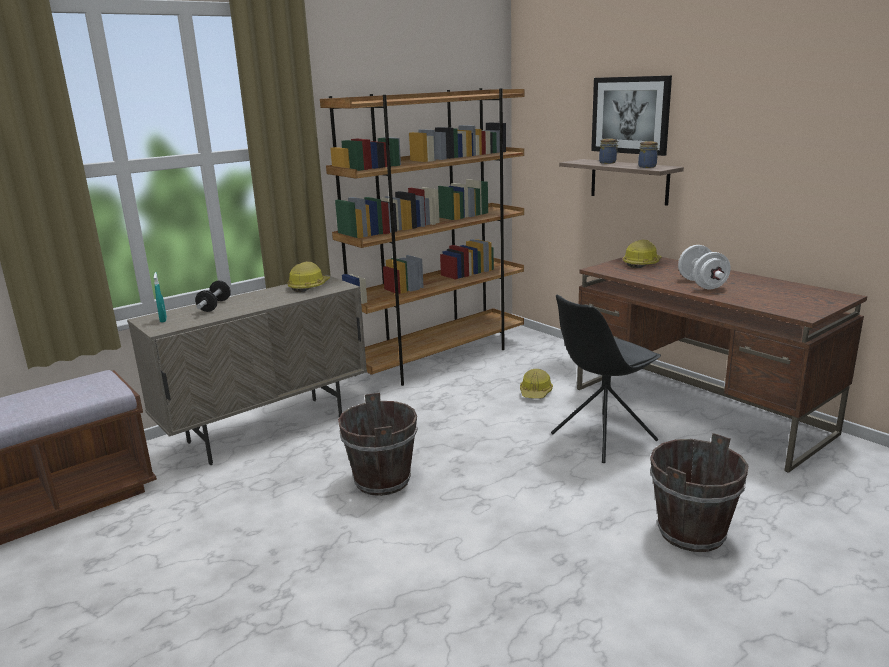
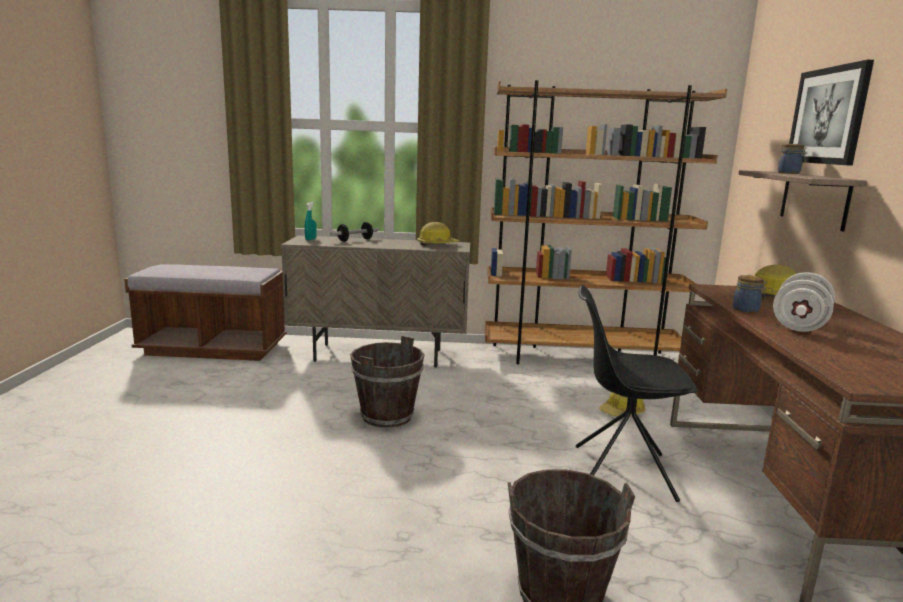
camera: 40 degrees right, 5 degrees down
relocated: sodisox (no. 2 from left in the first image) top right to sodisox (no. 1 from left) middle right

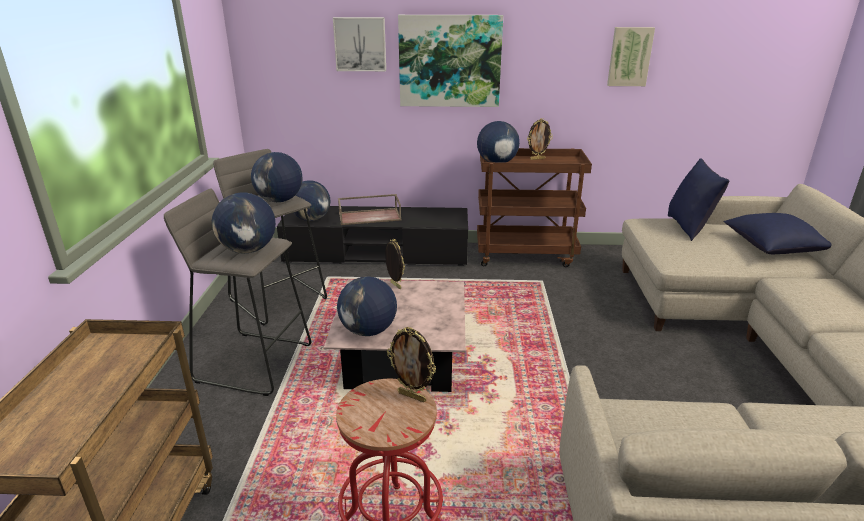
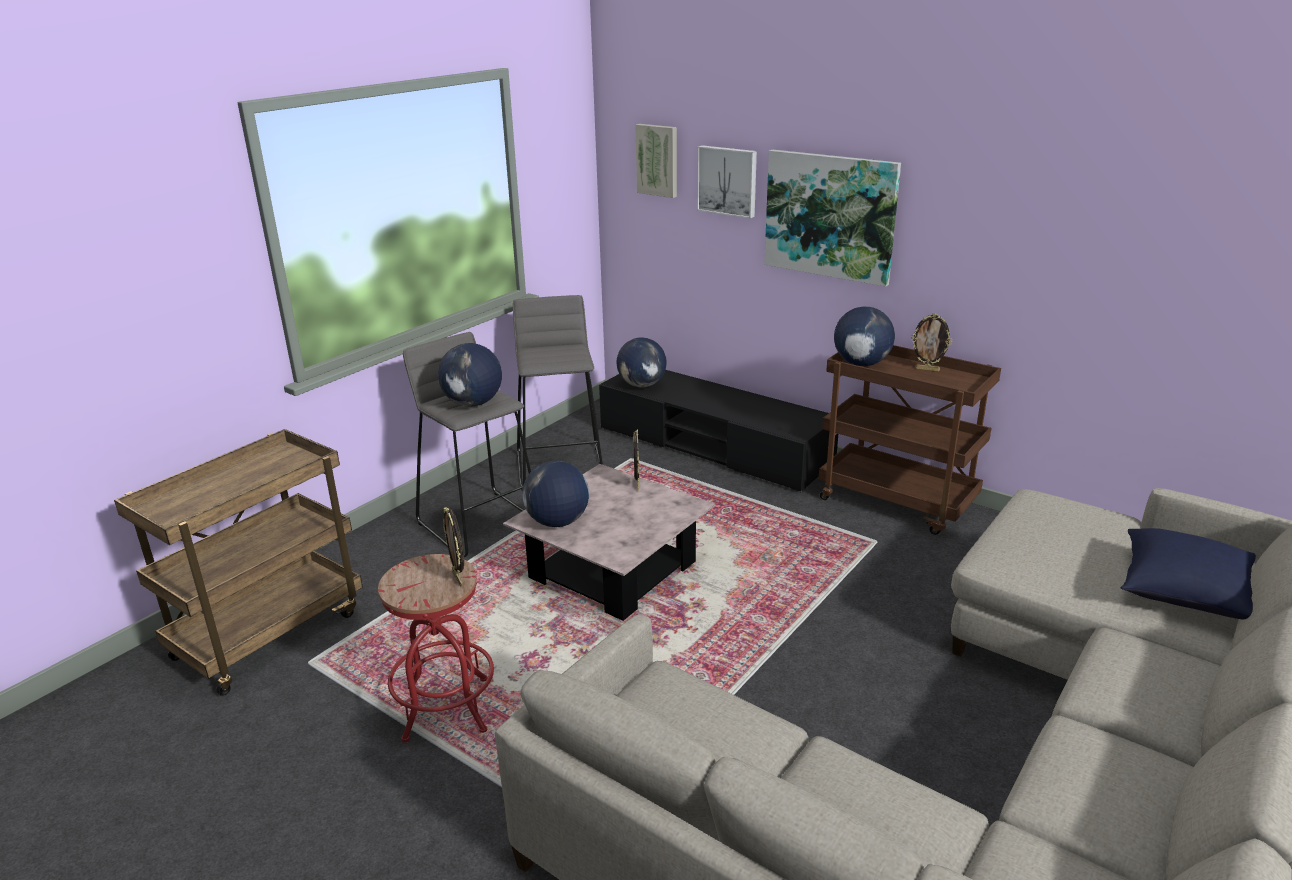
camera: 35 degrees right, 0 degrees up
missing: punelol (no. 2 from left) middle left; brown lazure centre; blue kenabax (no. 1 from left) middle right
relocated: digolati (no. 3 from left in the first image) top right to digolati (no. 1 from left) top centre

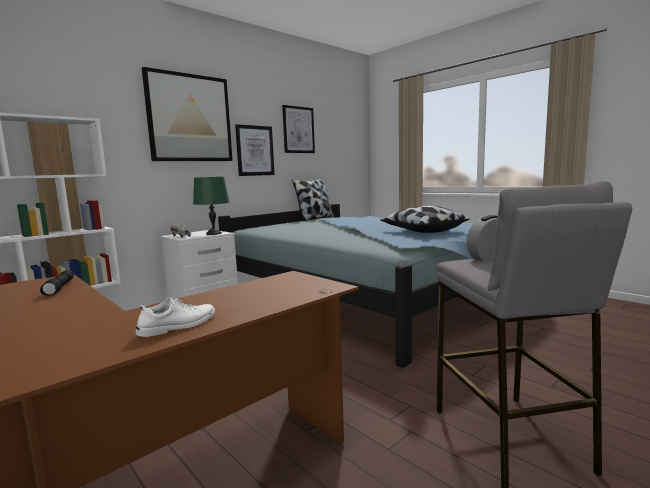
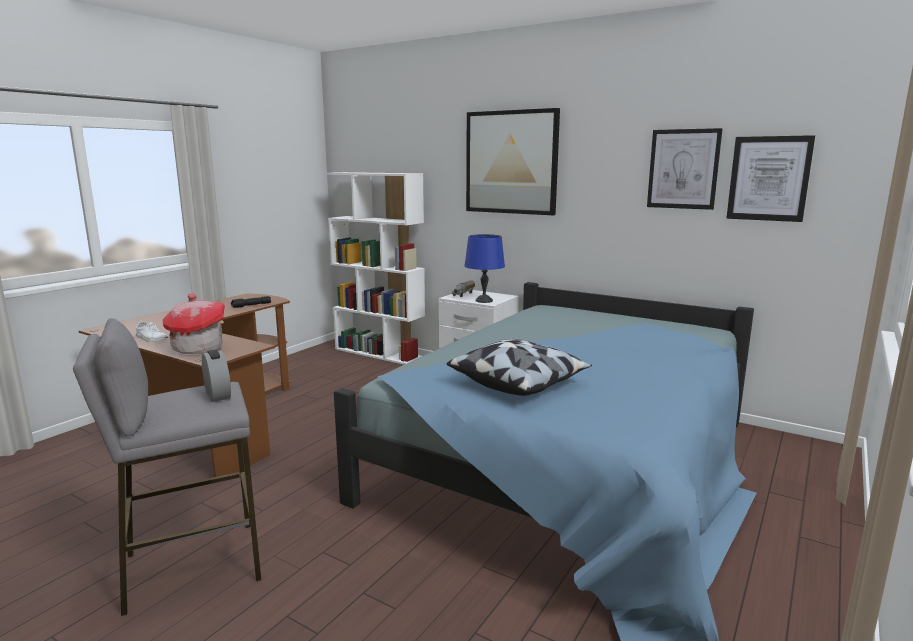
camera: 75 degrees right, 5 degrees up
missing: kenabax (no. 1 from left) centre
appeared: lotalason middle left
relocated: digolati (no. 2 from left in the first image) top centre to digolati (no. 3 from left) top right
colour: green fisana middle left to blue fisana centre

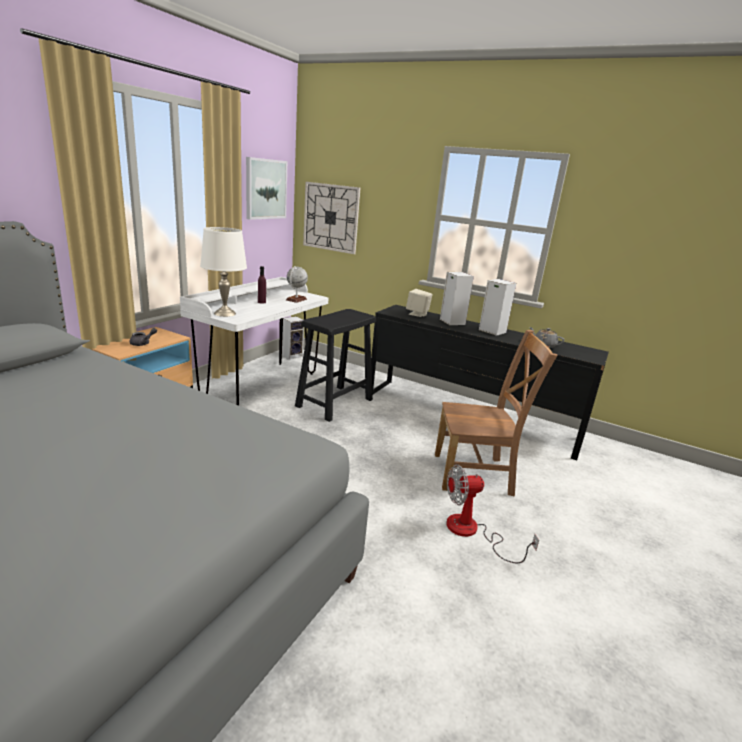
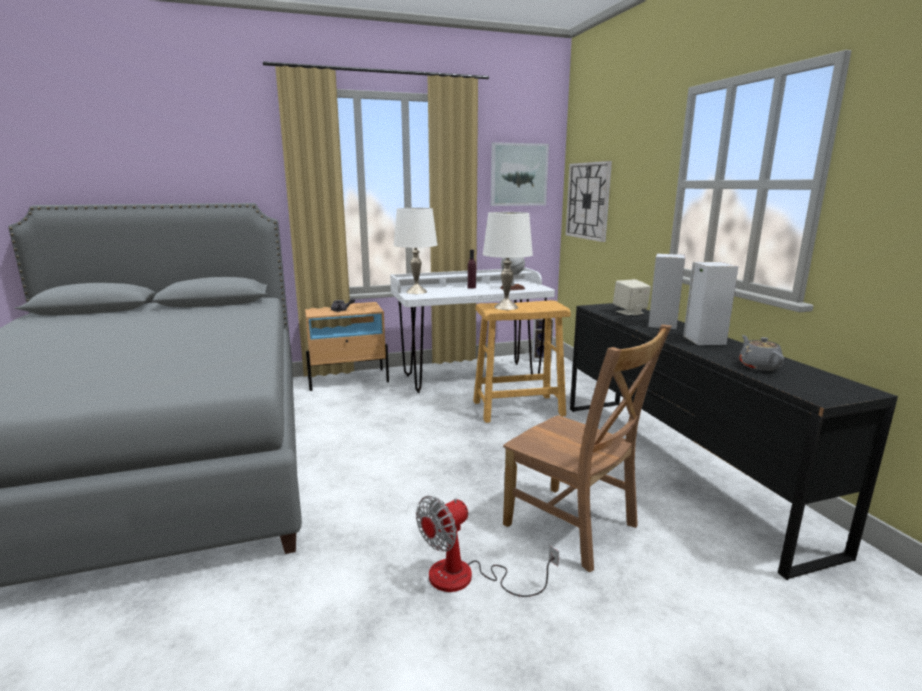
camera: 45 degrees right, 5 degrees down
appeared: white fisana (no. 2 from left) centre
colour: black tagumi centre to beige tagumi centre
spun: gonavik bottom centre = bottom centre 75 degrees counterclockwise

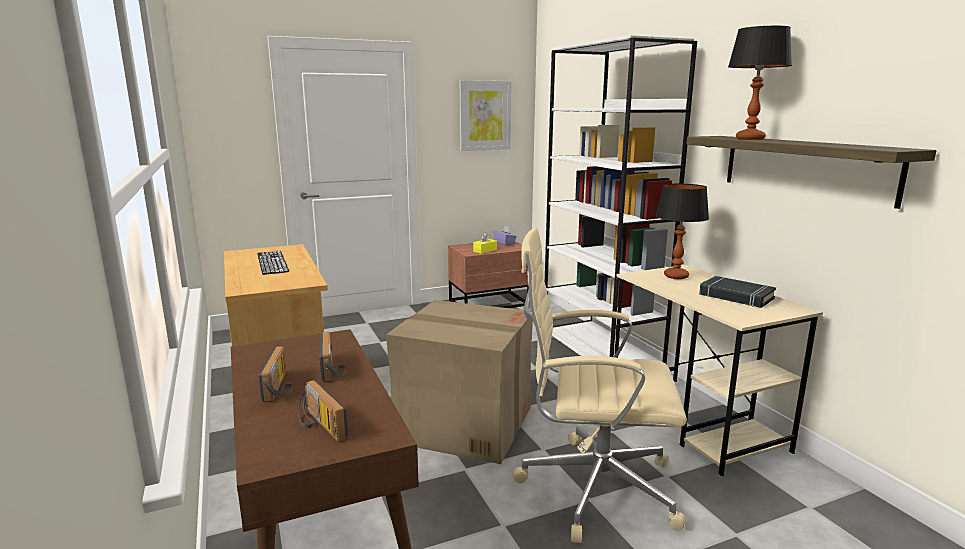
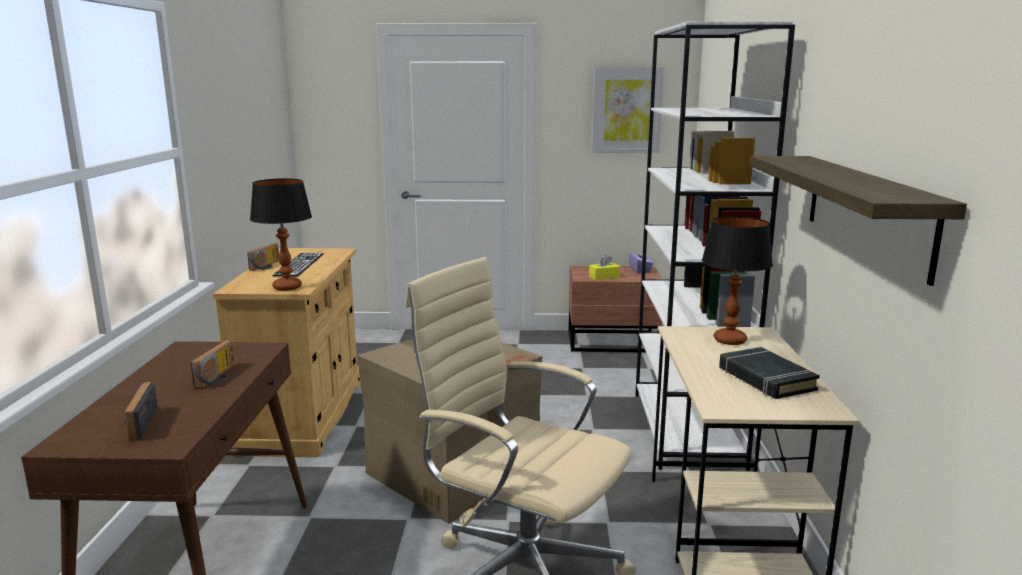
camera: 25 degrees right, 0 degrees up
relocated: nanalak (no. 1 from left in the first image) bottom left to nanalak (no. 3 from left) middle left; fisana (no. 2 from left in the first image) top right to fisana (no. 1 from left) middle left

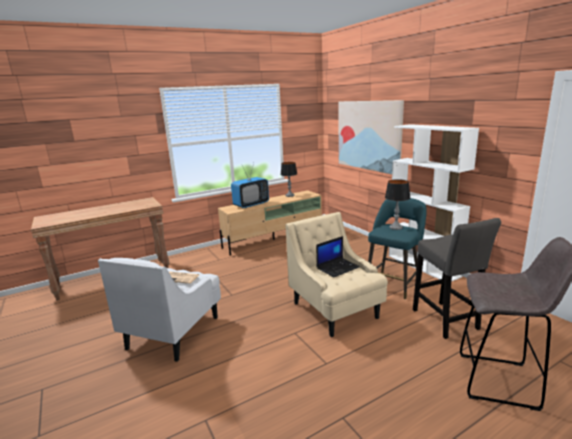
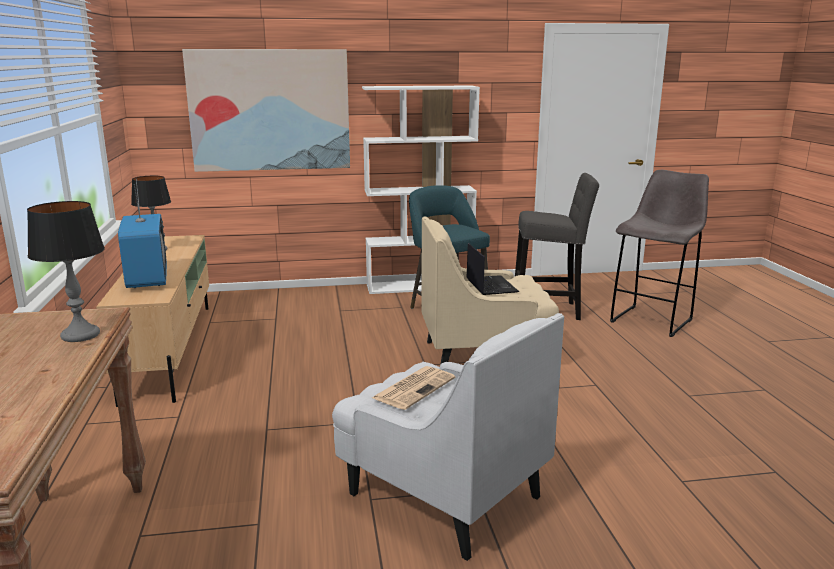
camera: 70 degrees left, 0 degrees up
relocated: fisana (no. 2 from left in the first image) middle right to fisana (no. 1 from left) middle left

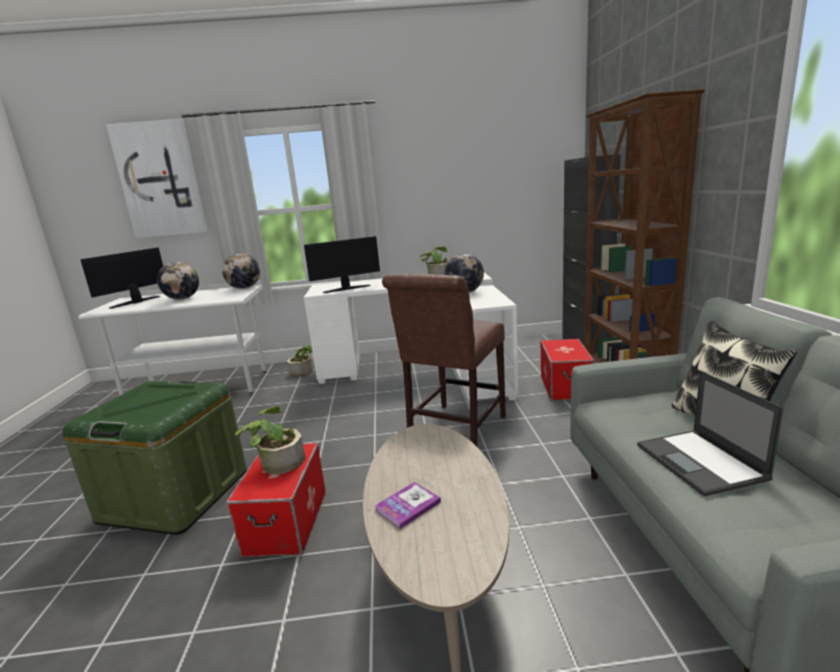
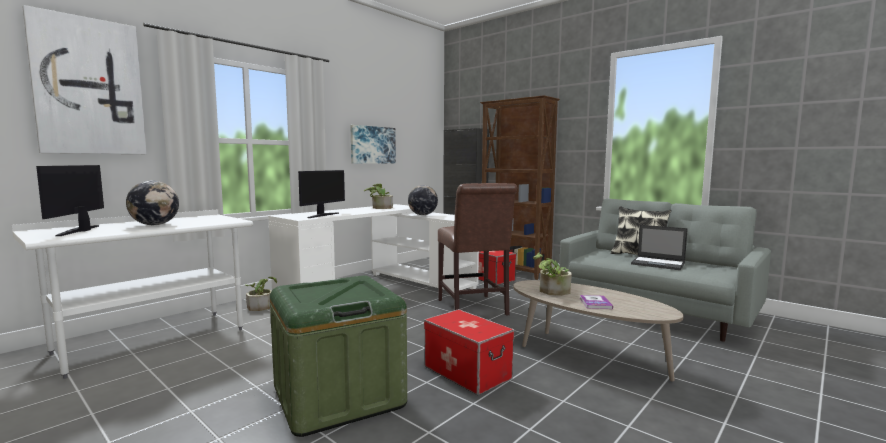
camera: 45 degrees left, 10 degrees down
missing: punelol (no. 2 from left) middle left
appeared: digolati (no. 2 from left) top centre
relocated: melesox (no. 1 from left in the first image) middle left to melesox (no. 3 from left) centre

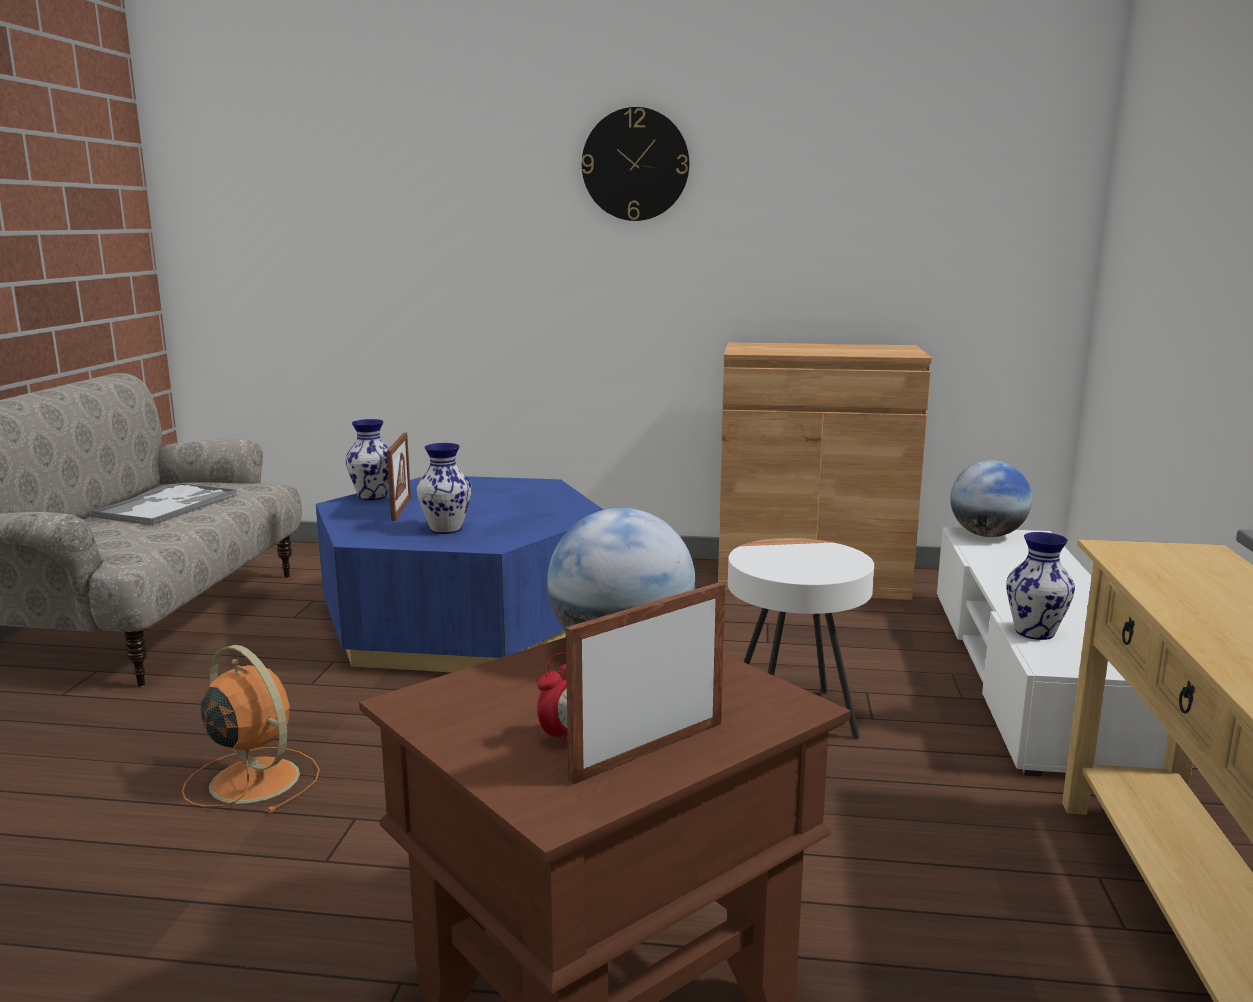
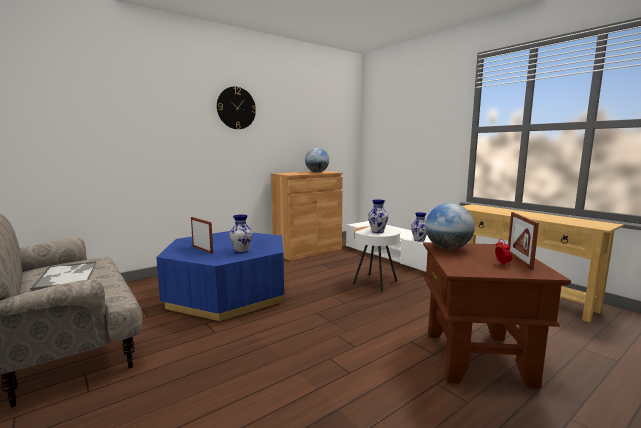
camera: 45 degrees left, 5 degrees down
missing: orange gonavik bottom left
relocated: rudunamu (no. 1 from left in the first image) middle left to rudunamu (no. 2 from left) centre; punelol (no. 2 from left in the first image) middle right to punelol (no. 1 from left) centre

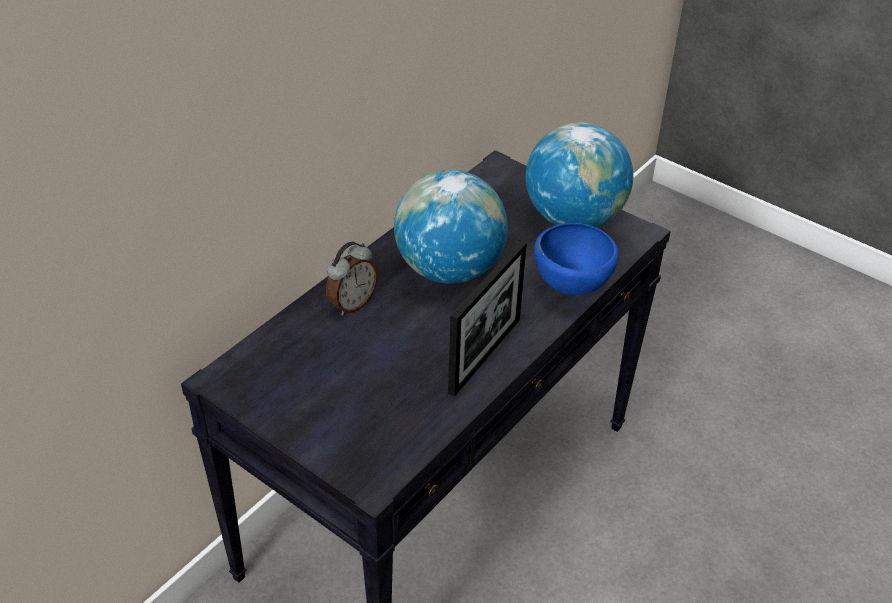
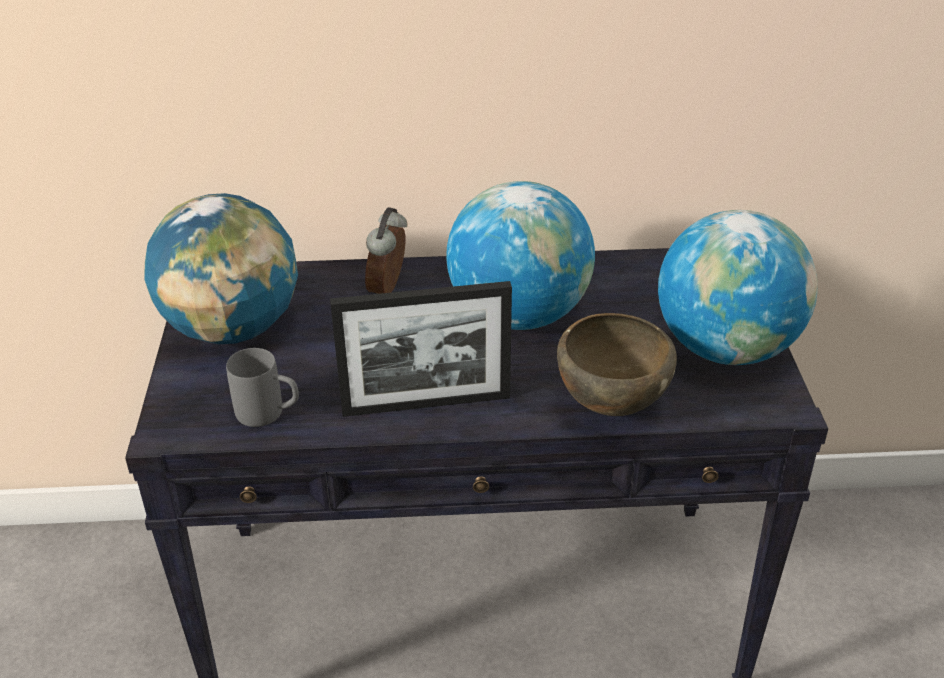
camera: 50 degrees right, 5 degrees down
appeared: punelol (no. 1 from left) middle left; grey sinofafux middle left
colour: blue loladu centre to brown loladu centre
spun: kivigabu centre = centre 105 degrees clockwise

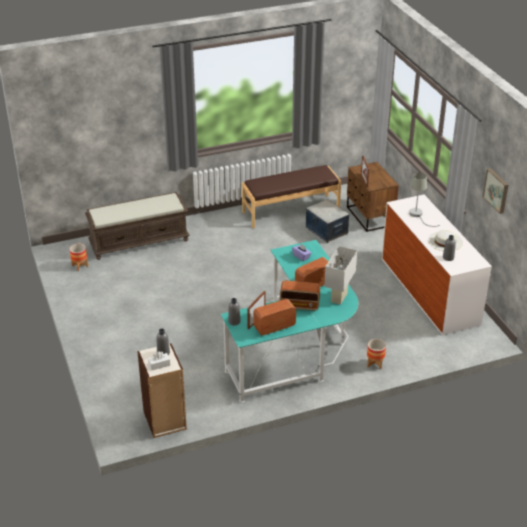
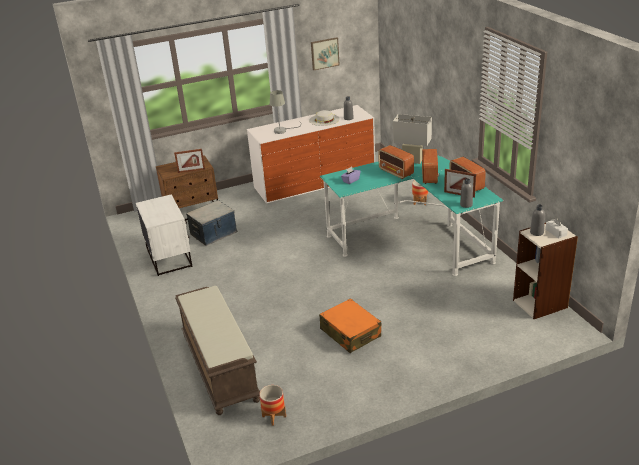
camera: 90 degrees left, 5 degrees down
appeared: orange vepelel bottom centre
exchanged: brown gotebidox (no. 2 from left) centre to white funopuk middle left

